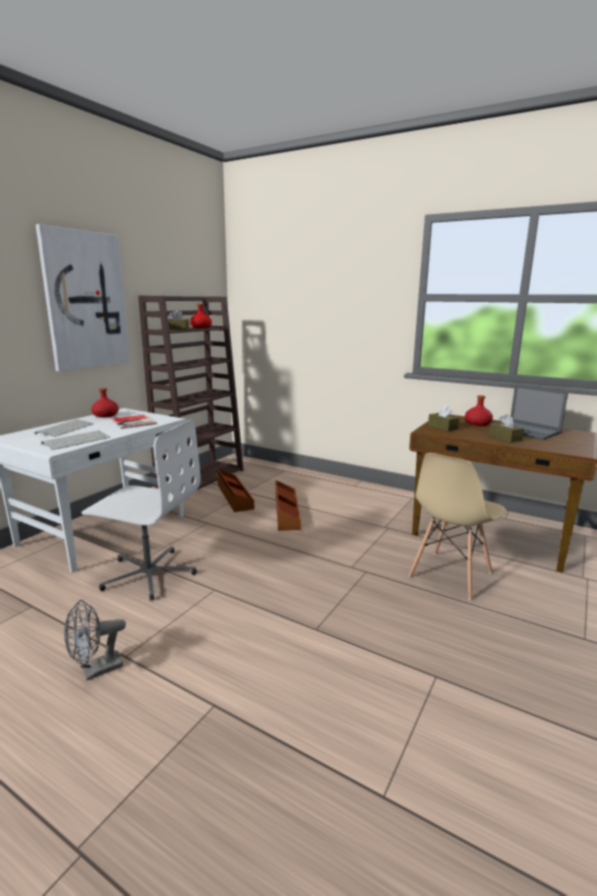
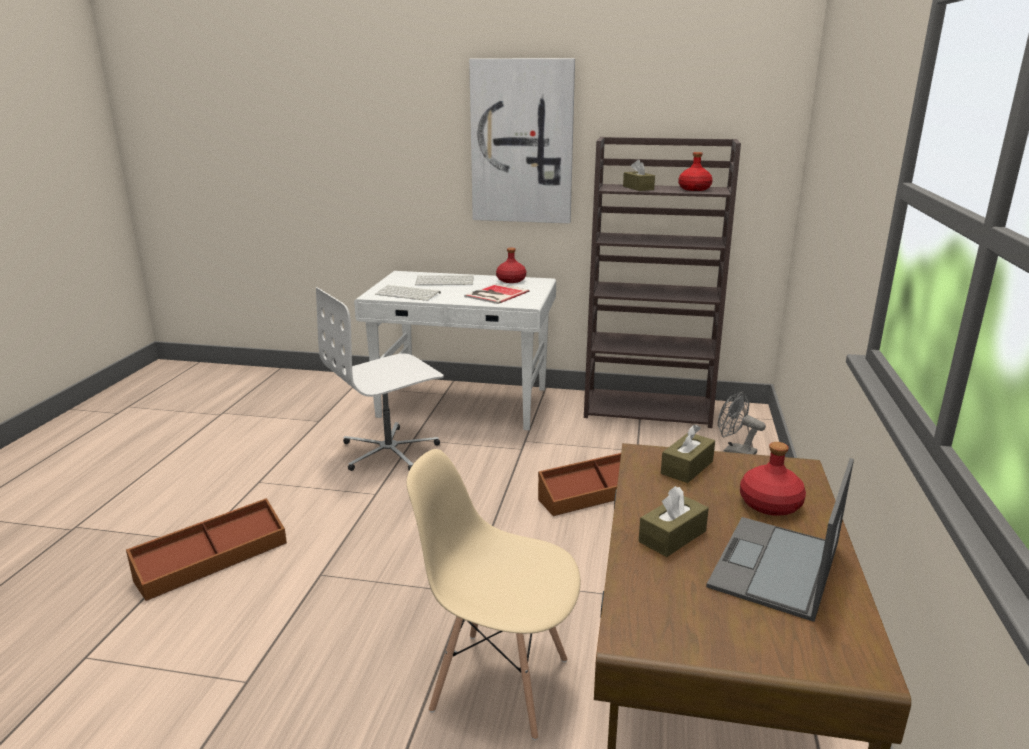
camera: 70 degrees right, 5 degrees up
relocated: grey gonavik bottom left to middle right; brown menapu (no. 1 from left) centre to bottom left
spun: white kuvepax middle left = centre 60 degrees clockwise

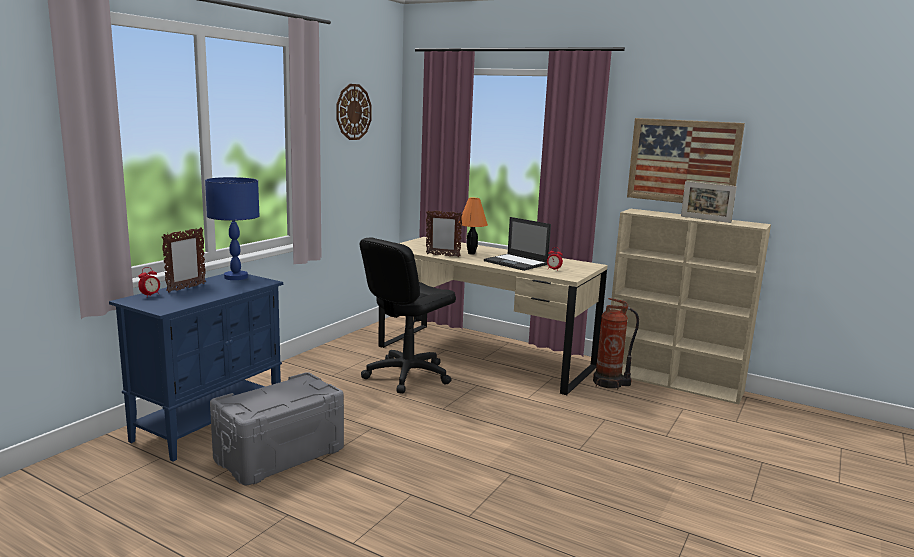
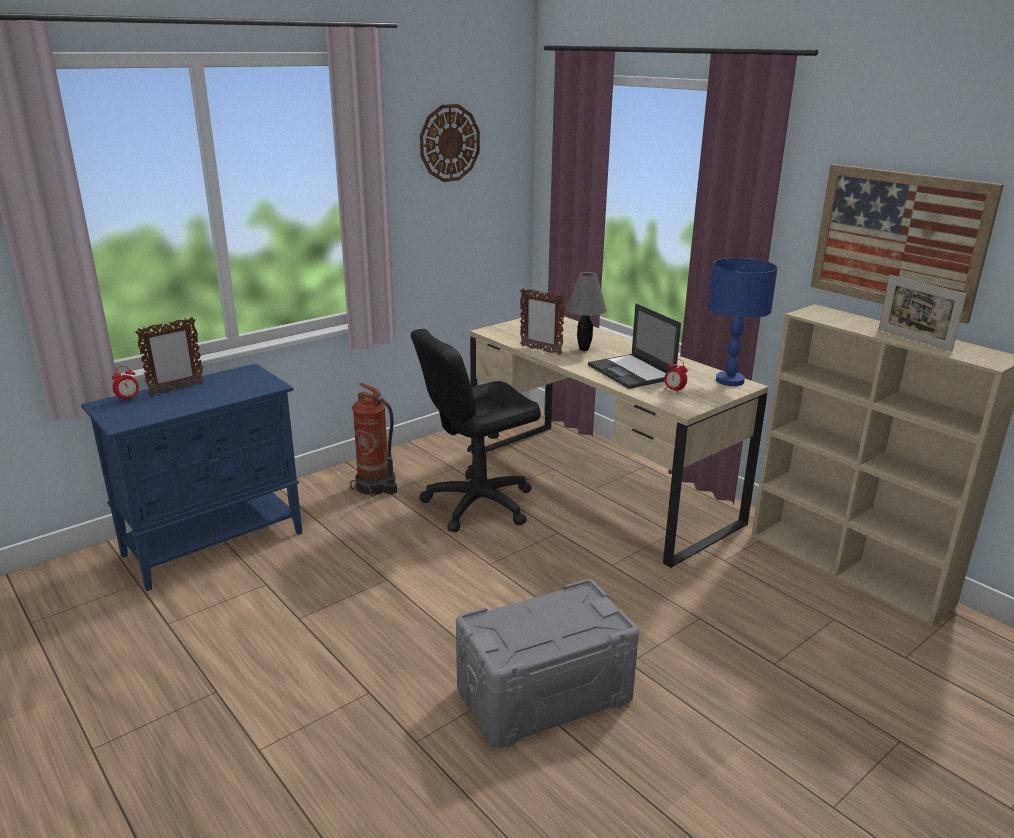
camera: 20 degrees right, 10 degrees up
relocated: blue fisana middle left to middle right; grey menapu bottom left to bottom centre; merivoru middle right to centre
colour: orange fisana centre to grey fisana centre

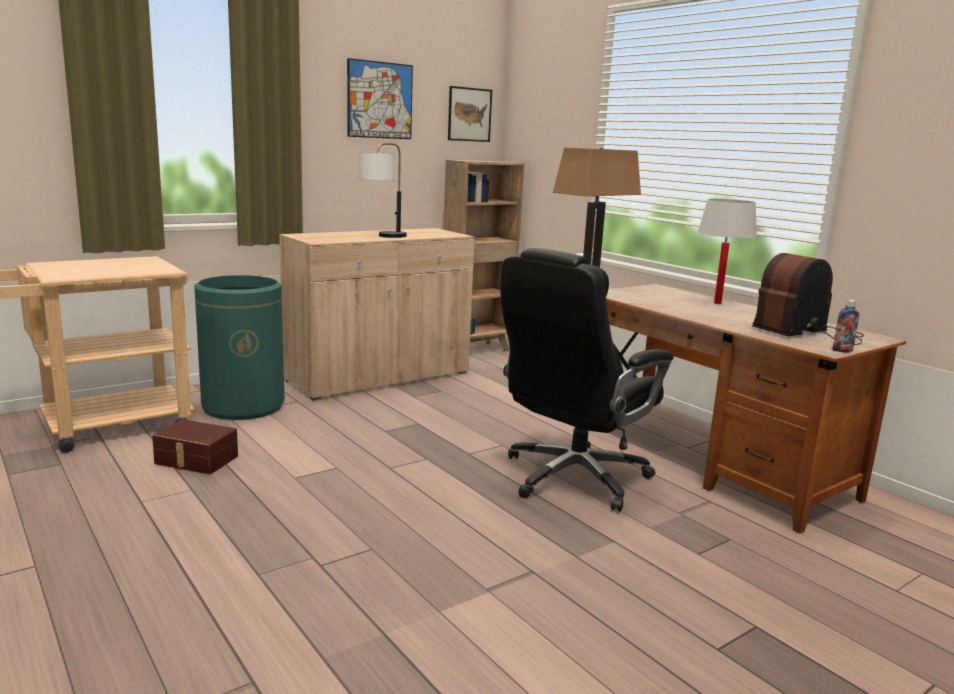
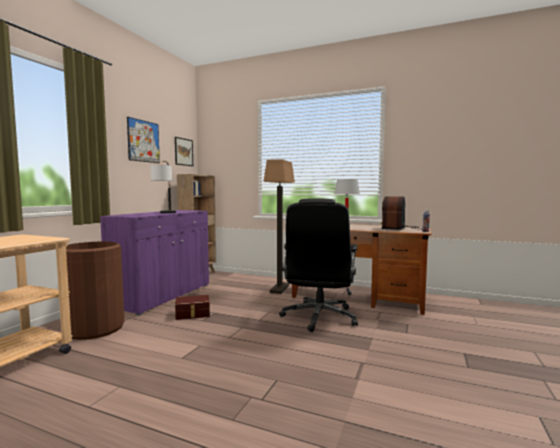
camera: 30 degrees left, 10 degrees down
relocated: brown menapu middle left to bottom centre
colour: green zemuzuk middle left to brown zemuzuk middle left; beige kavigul centre to purple kavigul middle left

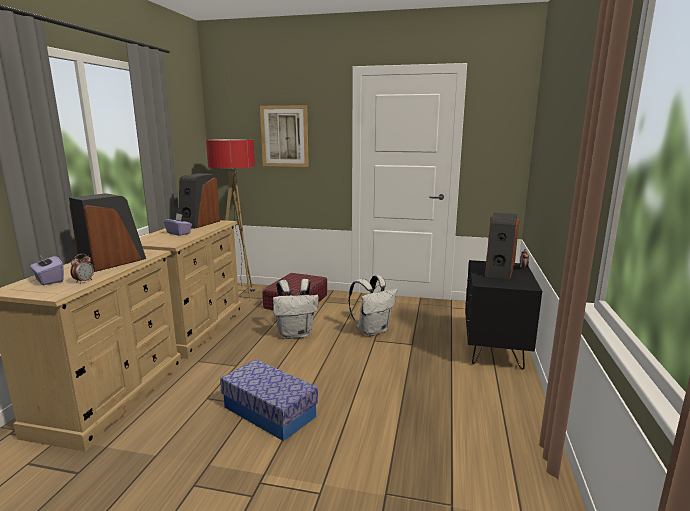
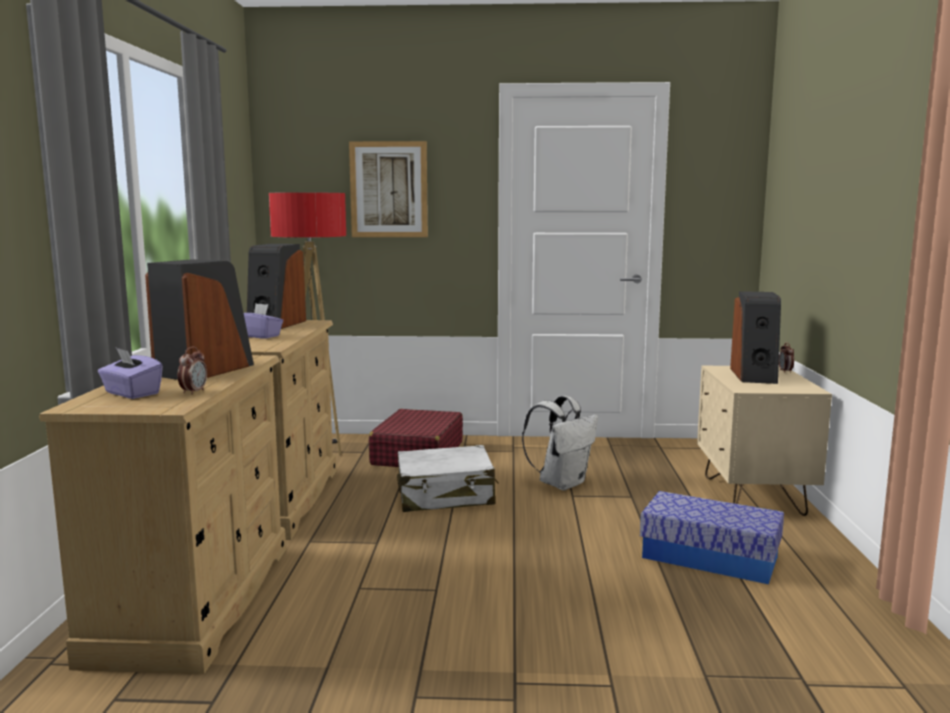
camera: 10 degrees left, 5 degrees down
relocated: menapu bottom centre to bottom right
exchanged: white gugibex (no. 1 from left) centre to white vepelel bottom centre
colour: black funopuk middle right to beige funopuk middle right

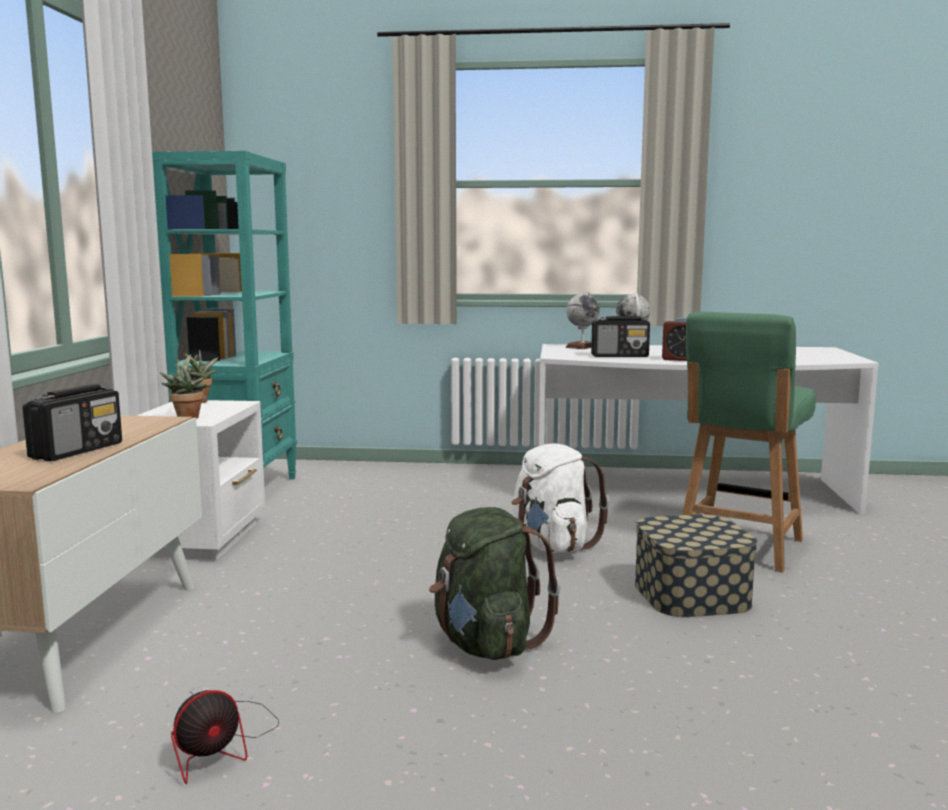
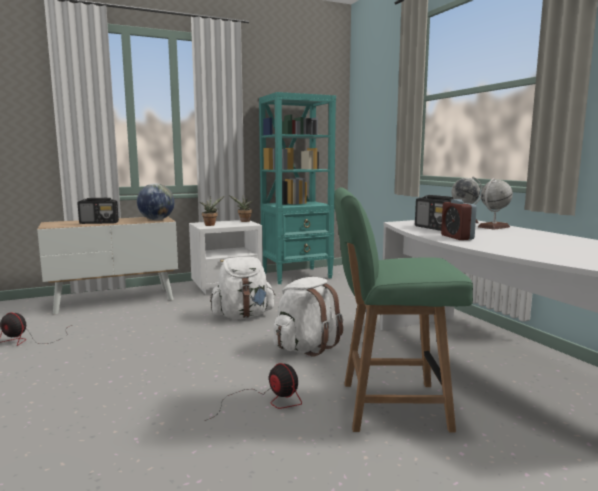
camera: 60 degrees right, 0 degrees up
missing: green gugibex bottom centre
appeared: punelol (no. 1 from left) middle left; white gugibex (no. 1 from left) centre
exchanged: menapu bottom right to gonavik (no. 2 from left) bottom centre

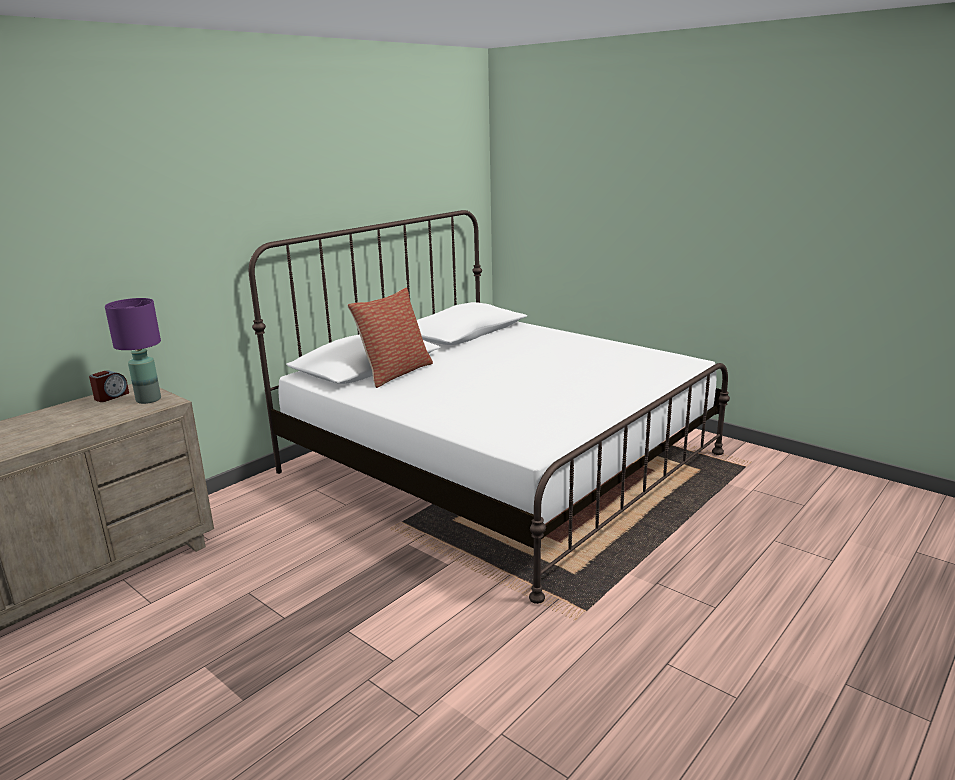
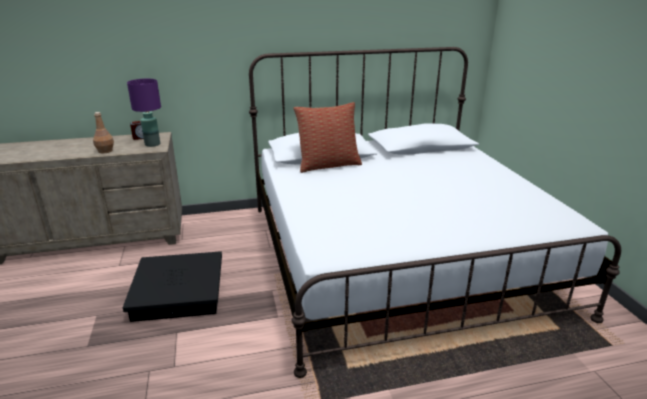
camera: 35 degrees right, 5 degrees up
appeared: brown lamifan top left; black menapu bottom left

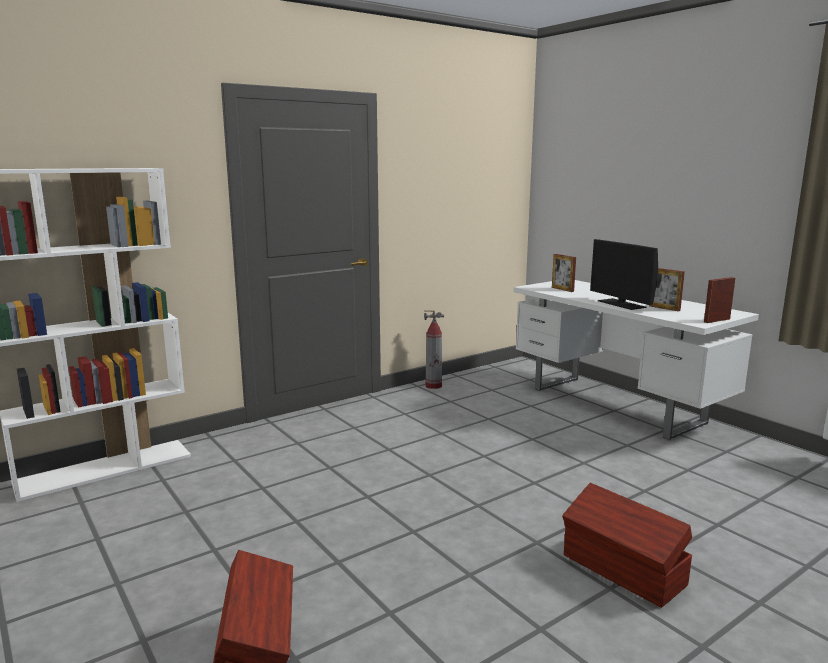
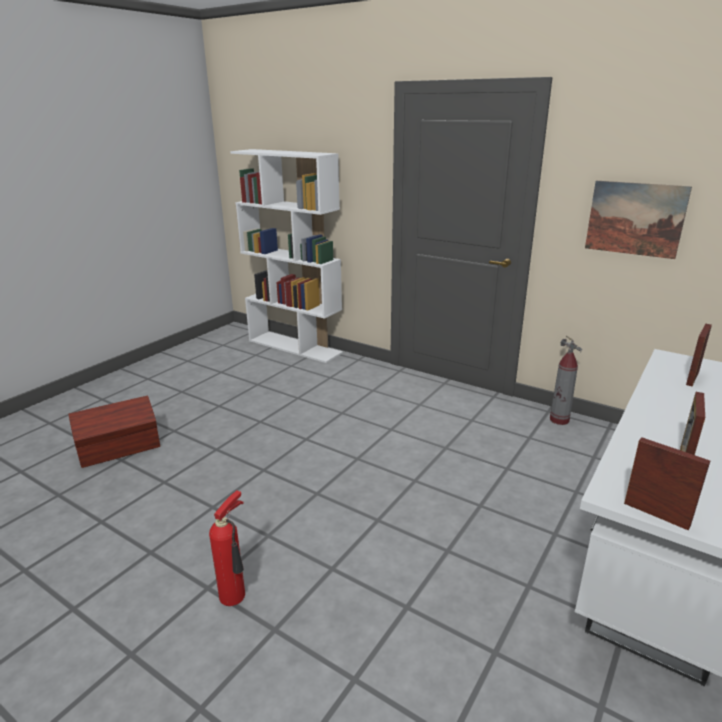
camera: 70 degrees right, 10 degrees up
missing: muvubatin middle right
appeared: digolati top right
exchanged: brown menapu (no. 2 from left) bottom right to merivoru (no. 1 from left) bottom left

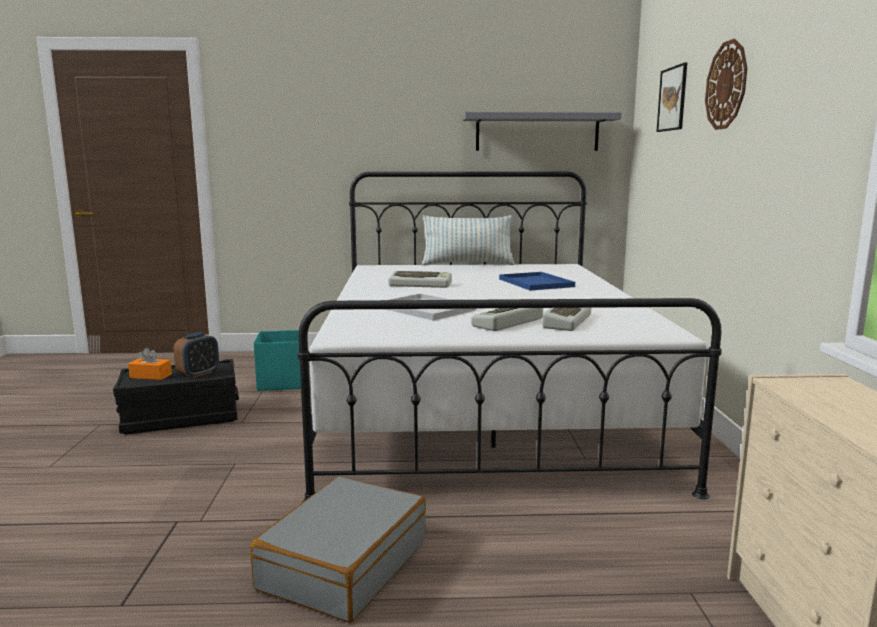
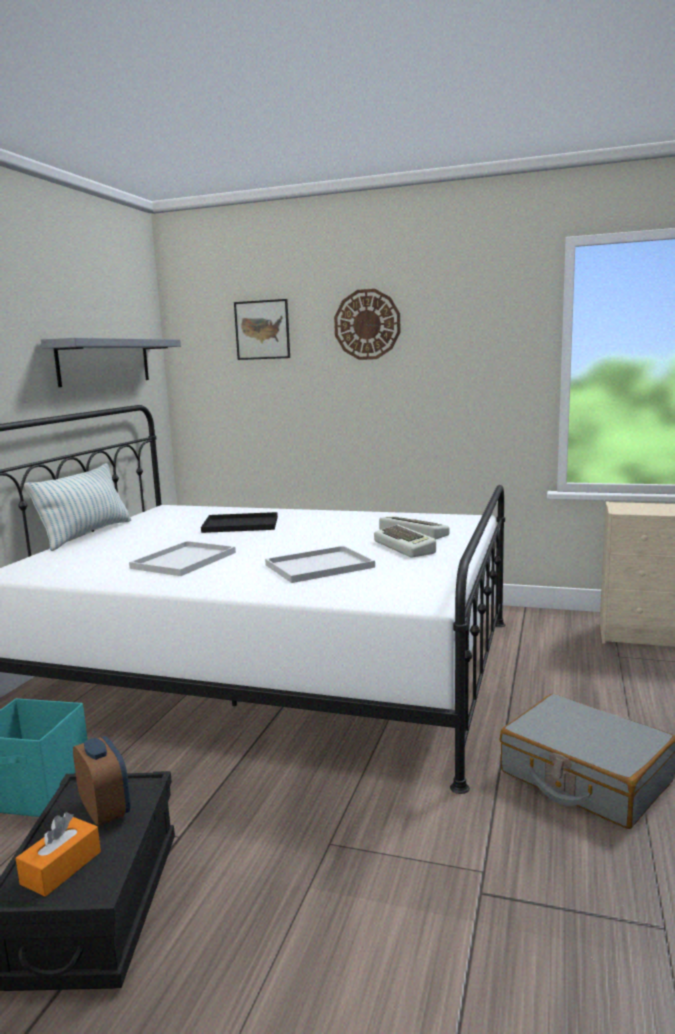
camera: 70 degrees left, 0 degrees up
exchanged: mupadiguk (no. 1 from left) centre to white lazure (no. 1 from left) middle left
colour: blue lazure centre to black lazure centre

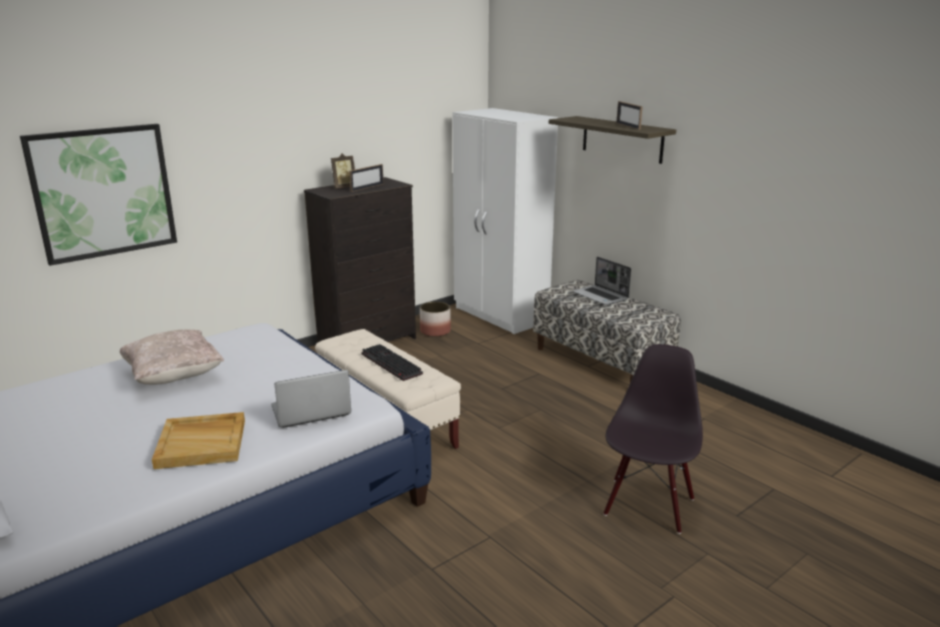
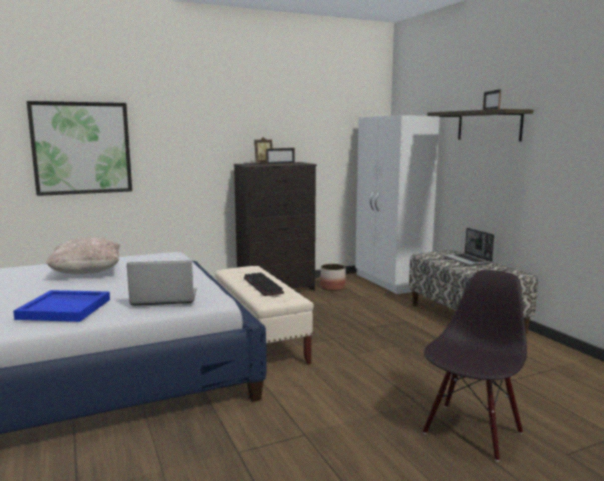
camera: 15 degrees right, 10 degrees down
colour: beige lazure bottom left to blue lazure middle left

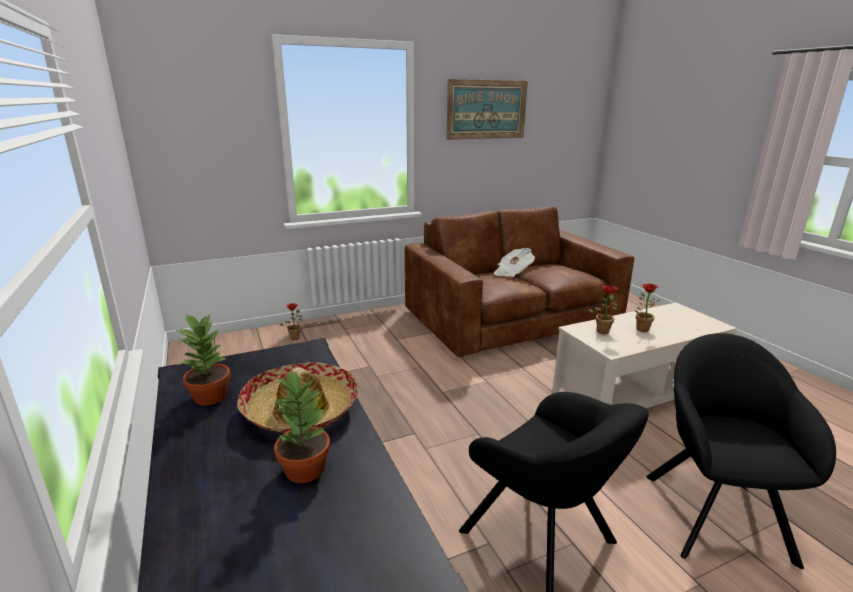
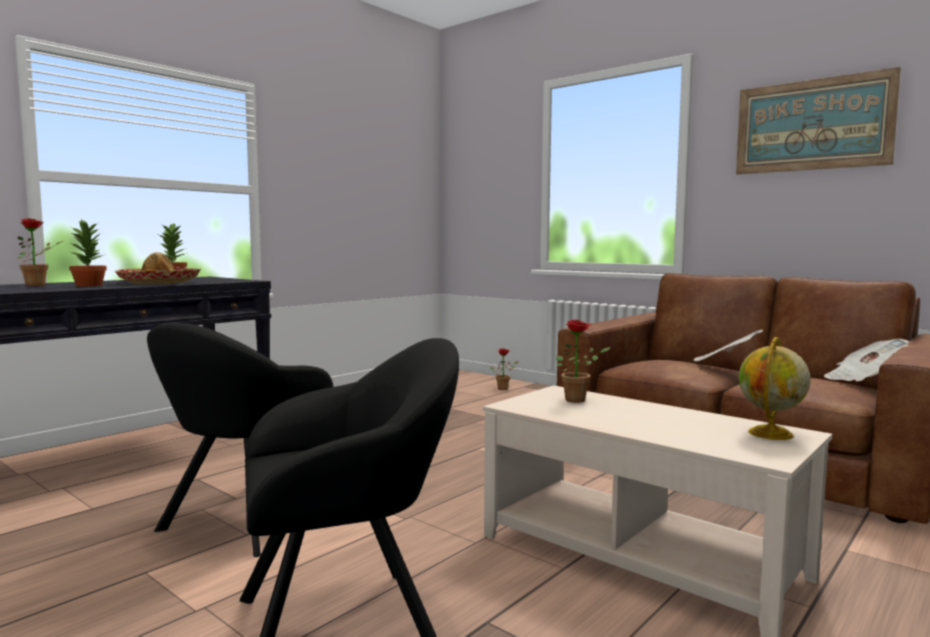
camera: 65 degrees right, 15 degrees down
appeared: punelol middle right; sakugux (no. 2 from left) middle right
relocated: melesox (no. 5 from left in the first image) middle right to melesox (no. 1 from left) middle left

